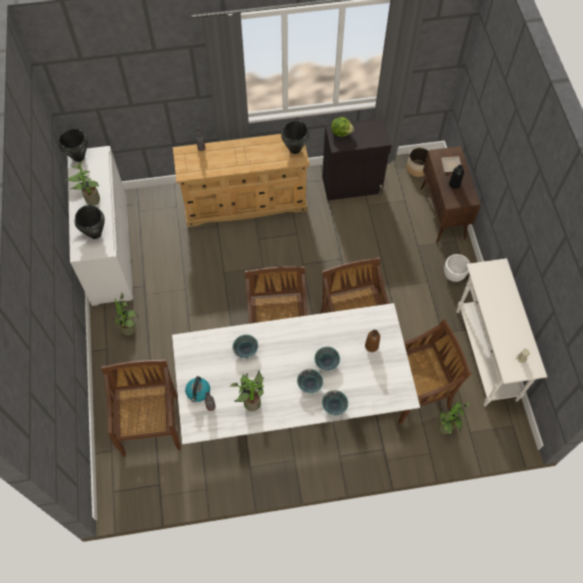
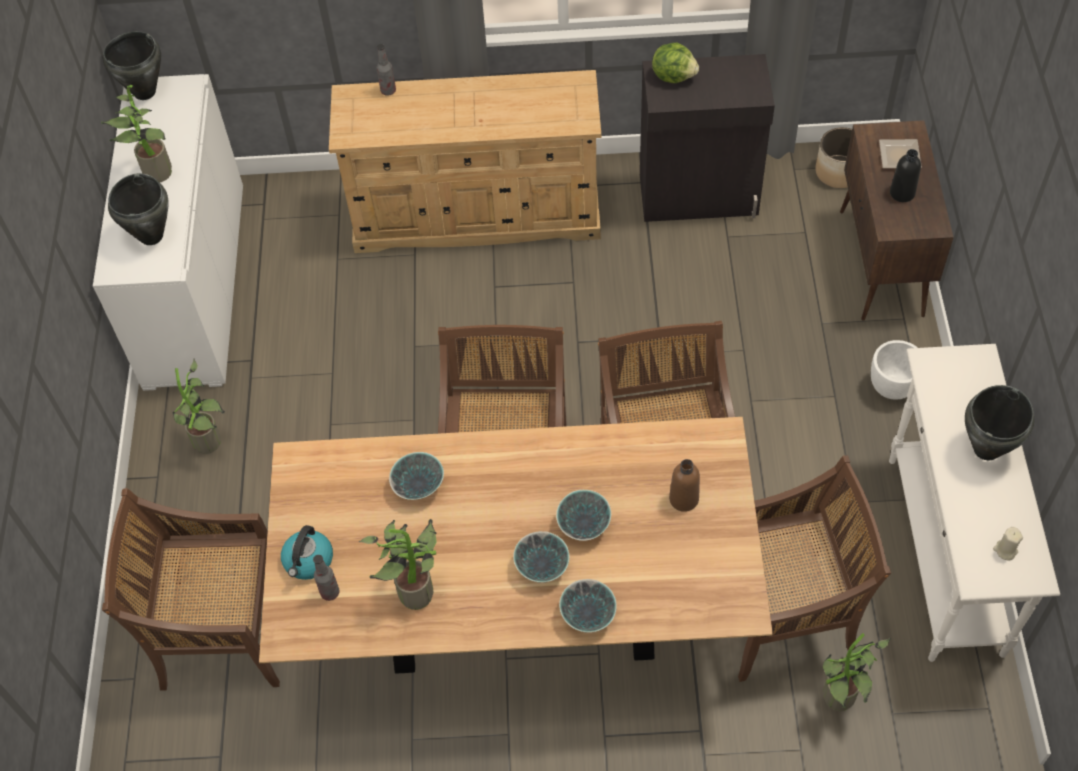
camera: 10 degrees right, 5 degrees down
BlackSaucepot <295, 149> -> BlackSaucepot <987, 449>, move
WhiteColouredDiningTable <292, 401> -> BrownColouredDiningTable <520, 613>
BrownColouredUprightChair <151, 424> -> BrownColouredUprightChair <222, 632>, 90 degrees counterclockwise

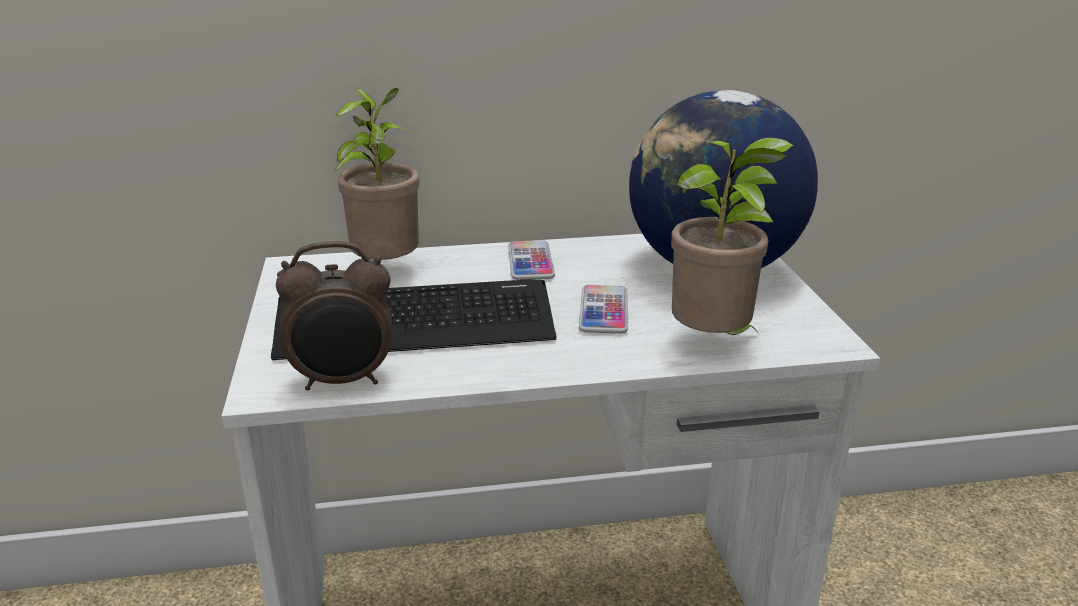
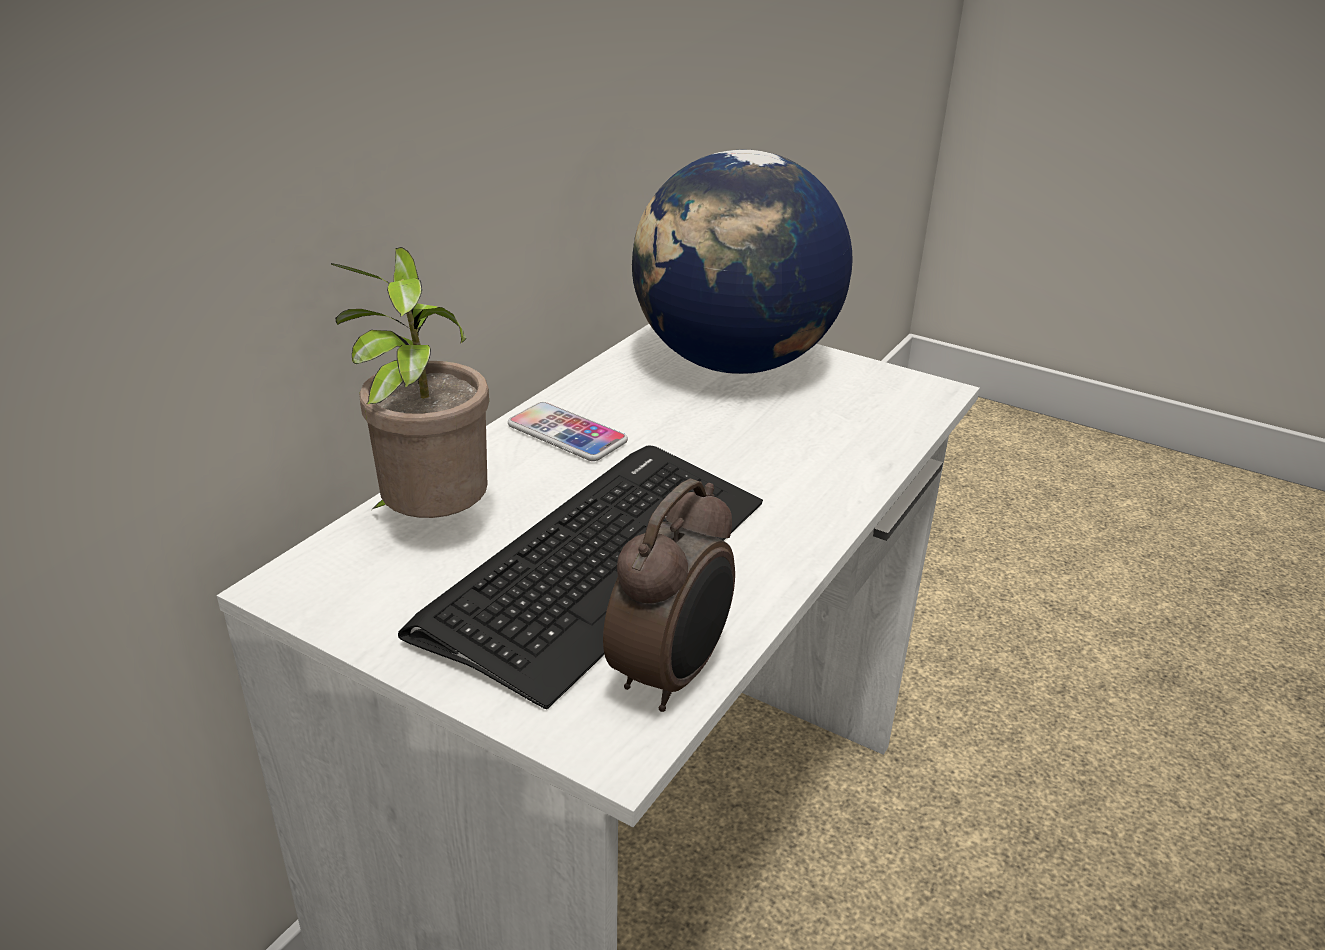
camera: 50 degrees left, 5 degrees up
Telephone <603, 311> -> none
Houseplant <714, 343> -> none

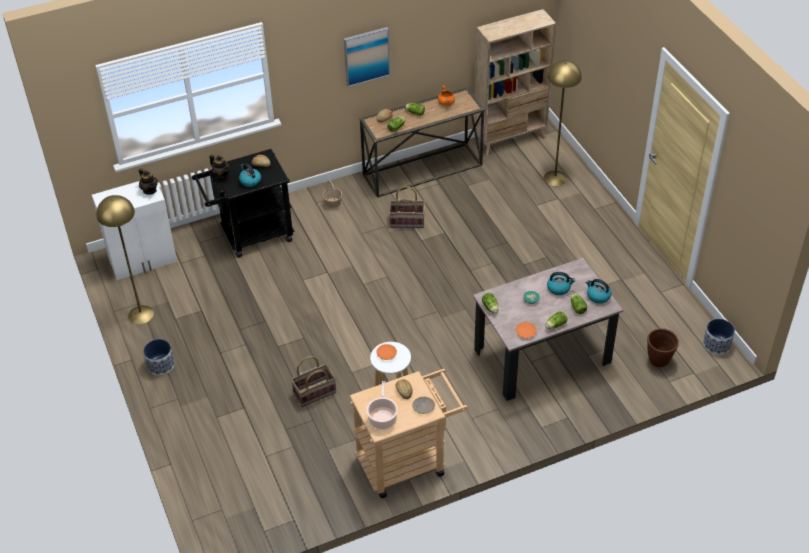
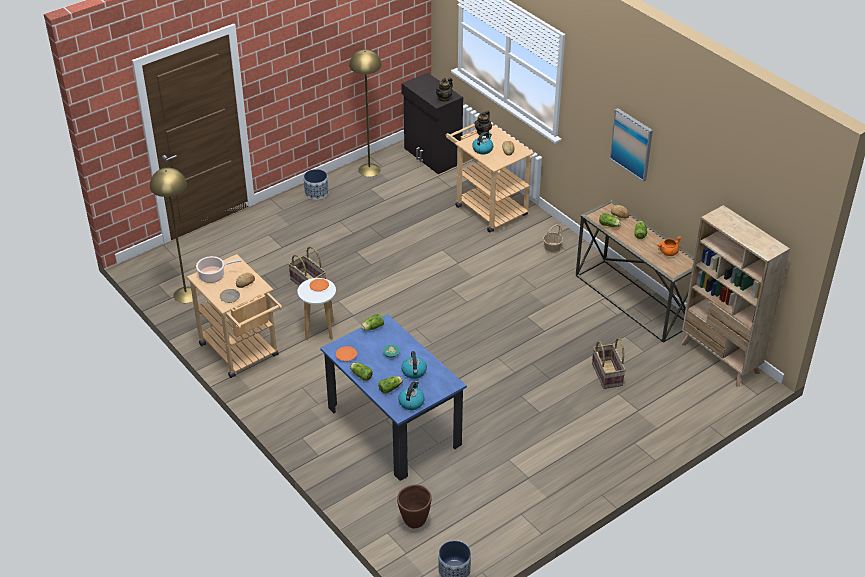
camera: 75 degrees right, 5 degrees down
StorageBasket <407, 221> -> StorageBasket <607, 374>, move
YellowColouredStandardLamp <555, 178> -> YellowColouredStandardLamp <185, 294>, move
WhiteColouredCupboard <143, 260> -> BlackCupboard <432, 156>
BlackCart <250, 235> -> BeigeColouredCart <487, 207>
BeigeColouredDiningTable <542, 356> -> BlueDiningTable <394, 427>

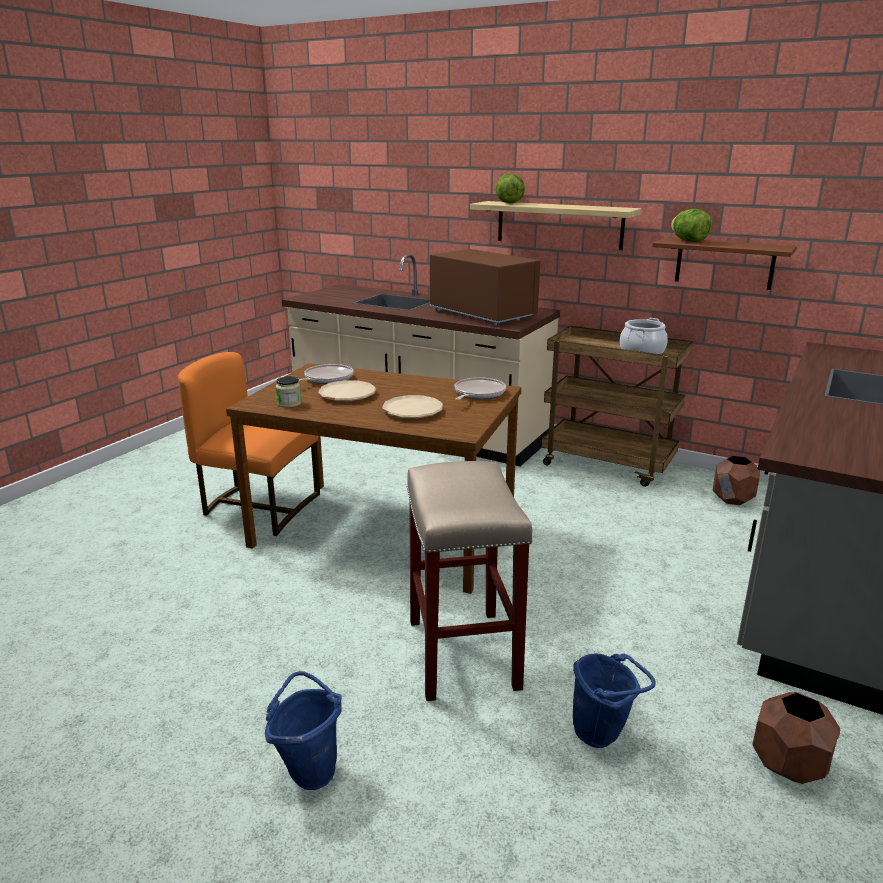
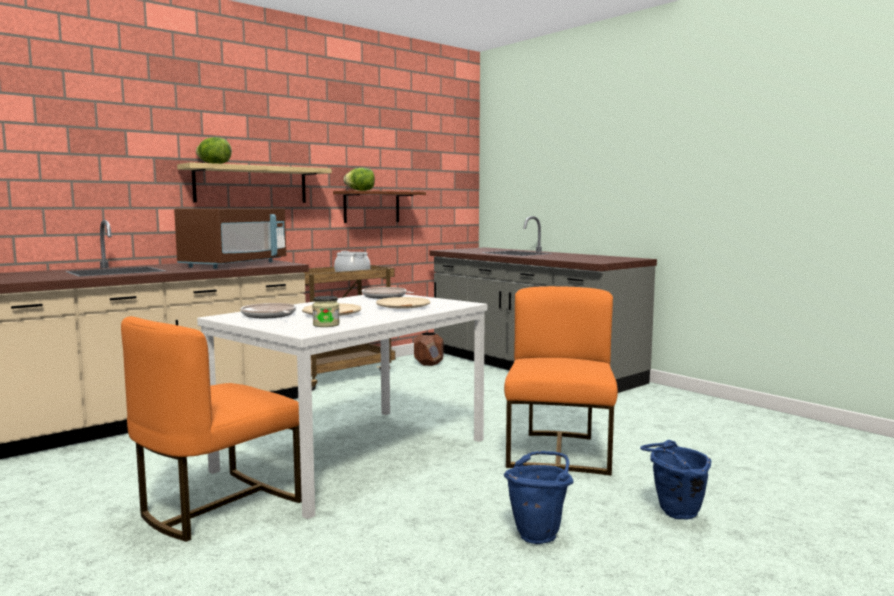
camera: 70 degrees left, 15 degrees down
BrownColouredPlantPot <787, 764> -> none
BluePail <603, 735> -> BluePail <539, 534>, move
BeigeColouredSittingStool <464, 655> -> OrangeColouredUprightChair <559, 452>
BrownColouredDiningTable <382, 532> -> WhiteColouredDiningTable <354, 455>
BrownColouredMicrowave <482, 314> -> BrownColouredMicrowave <235, 264>, 135 degrees clockwise

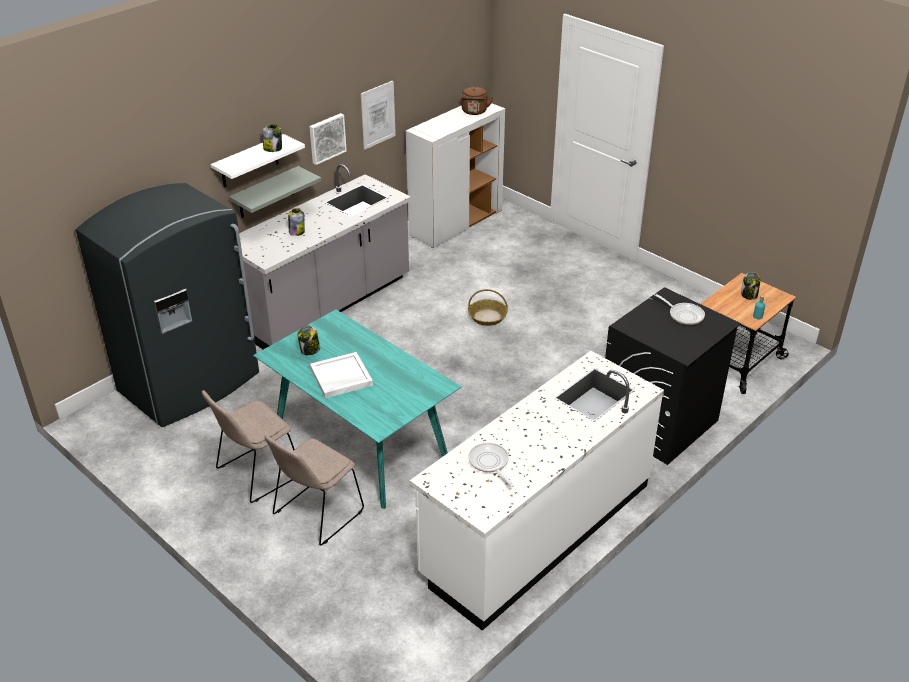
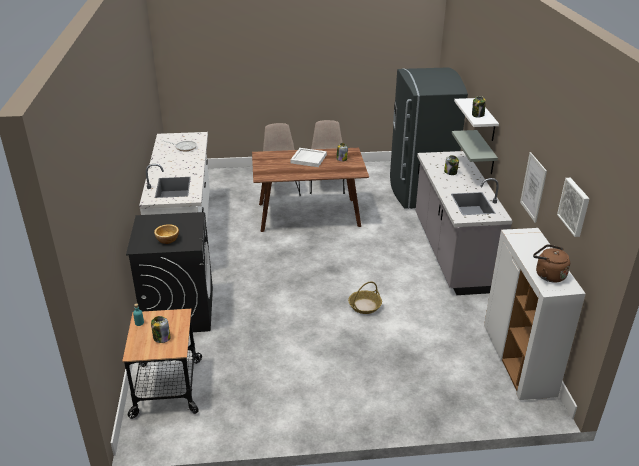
camera: 130 degrees right, 5 degrees down
WallArt <326, 138> -> WallArt <575, 206>, move
FryingPan <683, 315> -> Bowl <168, 239>
BlueGreenDiningTable <359, 444> -> BrownColouredDiningTable <309, 214>

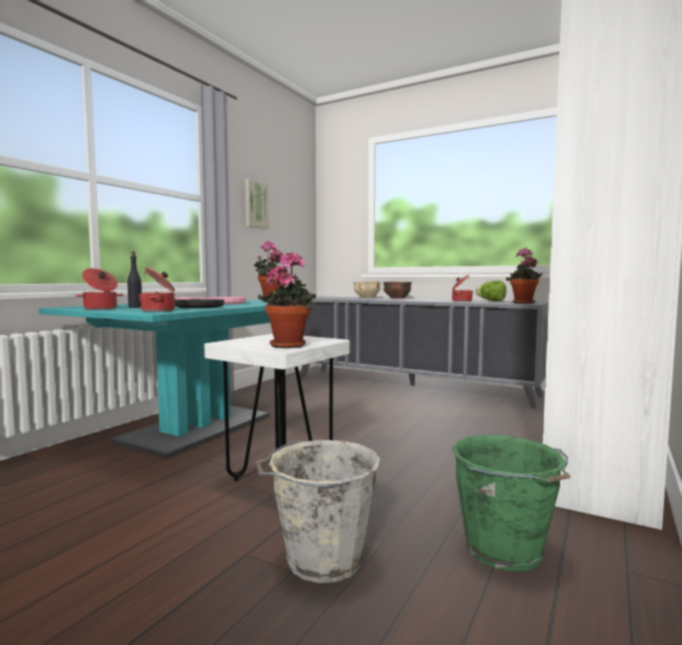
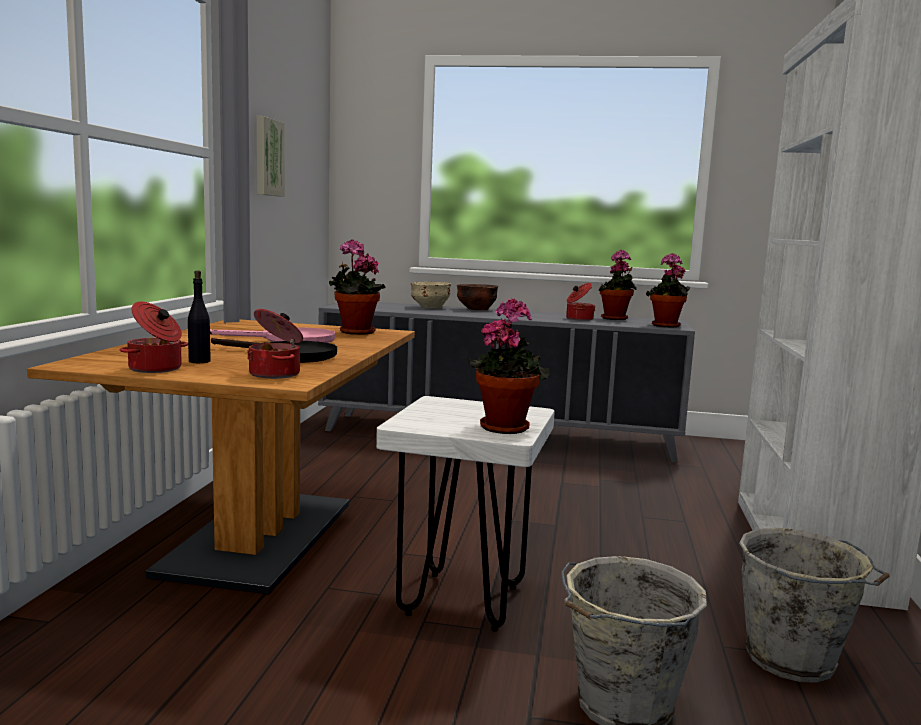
camera: 20 degrees left, 5 degrees up
Lettuce <491, 301> -> Houseplant <615, 319>
BlueGreenDiningTable <197, 429> -> BrownColouredDiningTable <260, 537>
GreenishPail <505, 551> -> GreyPail <794, 660>

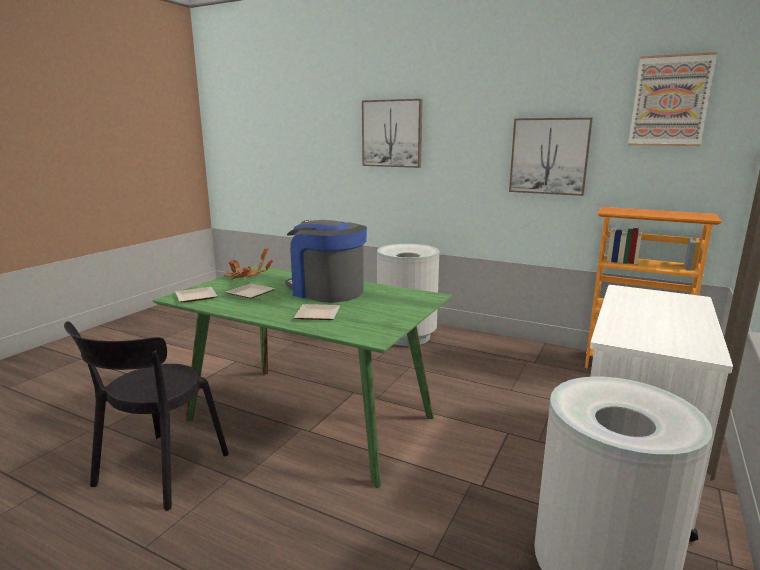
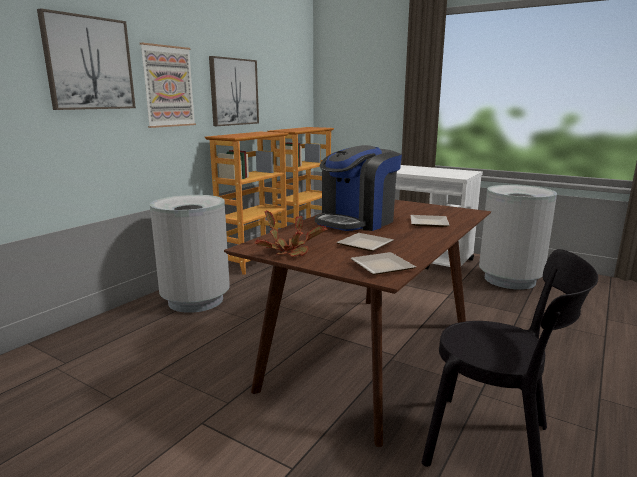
camera: 85 degrees left, 0 degrees up
none -> Bookshelf <253, 261>
WallArt <670, 101> -> WallArt <168, 86>, move
GreenishDiningTable <308, 419> -> BrownColouredDiningTable <373, 356>

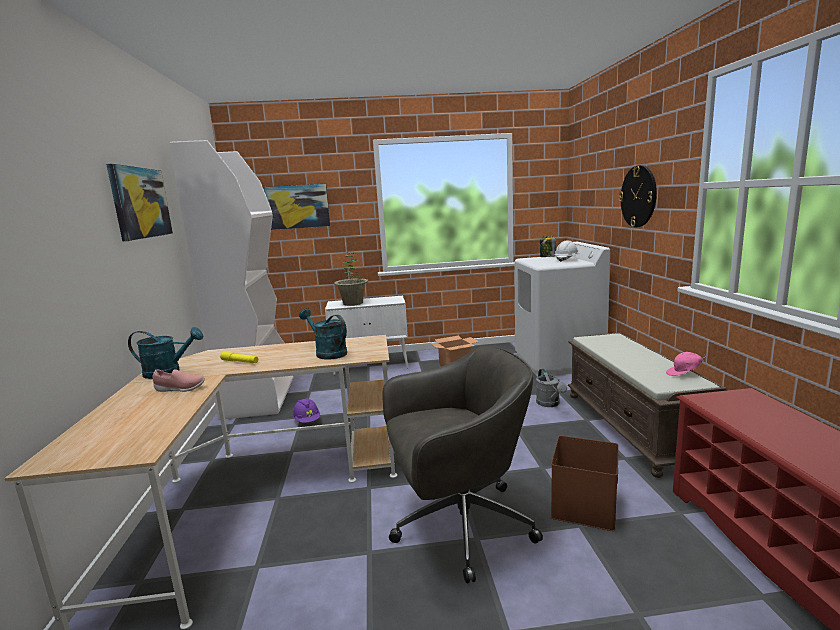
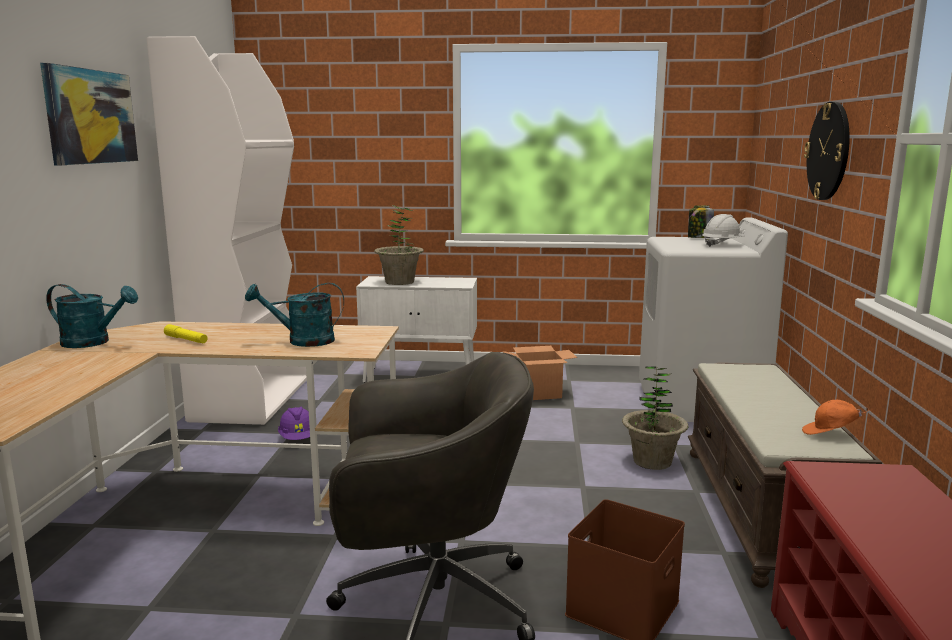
camera: 10 degrees right, 0 degrees up
PinkColouredLowShoe <180, 389> -> none
WallArt <296, 206> -> none
GreySprinklingCan <550, 404> -> Houseplant <652, 461>
PinkColouredPeakedCap <684, 374> -> OrangeColouredPeakedCap <830, 434>
BlueGreenSprinklingCan <327, 353> -> BlueGreenSprinklingCan <302, 341>, 60 degrees counterclockwise

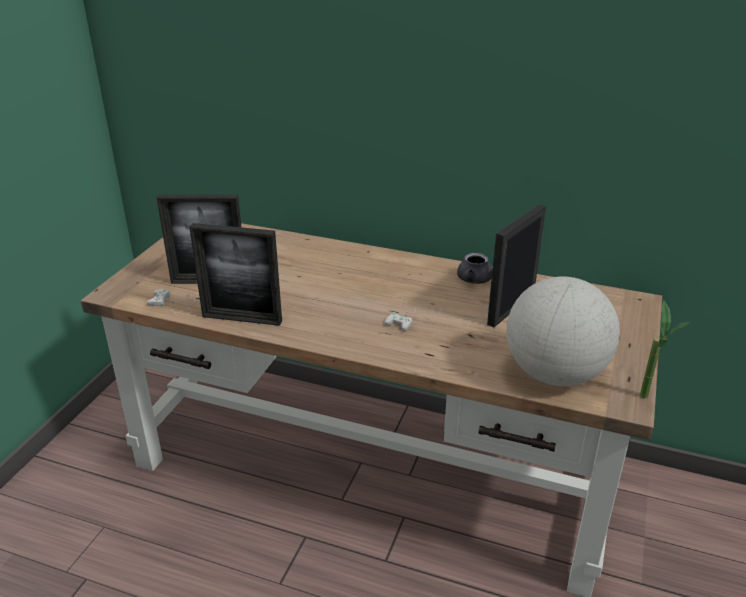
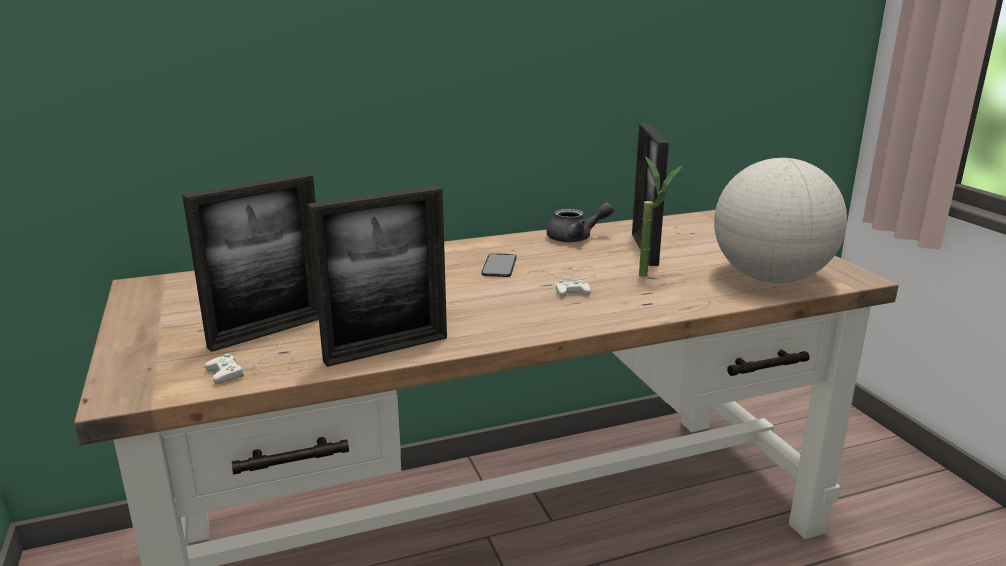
camera: 40 degrees left, 10 degrees down
none -> Telephone <499, 265>
Houseplant <649, 401> -> Houseplant <651, 276>, move

